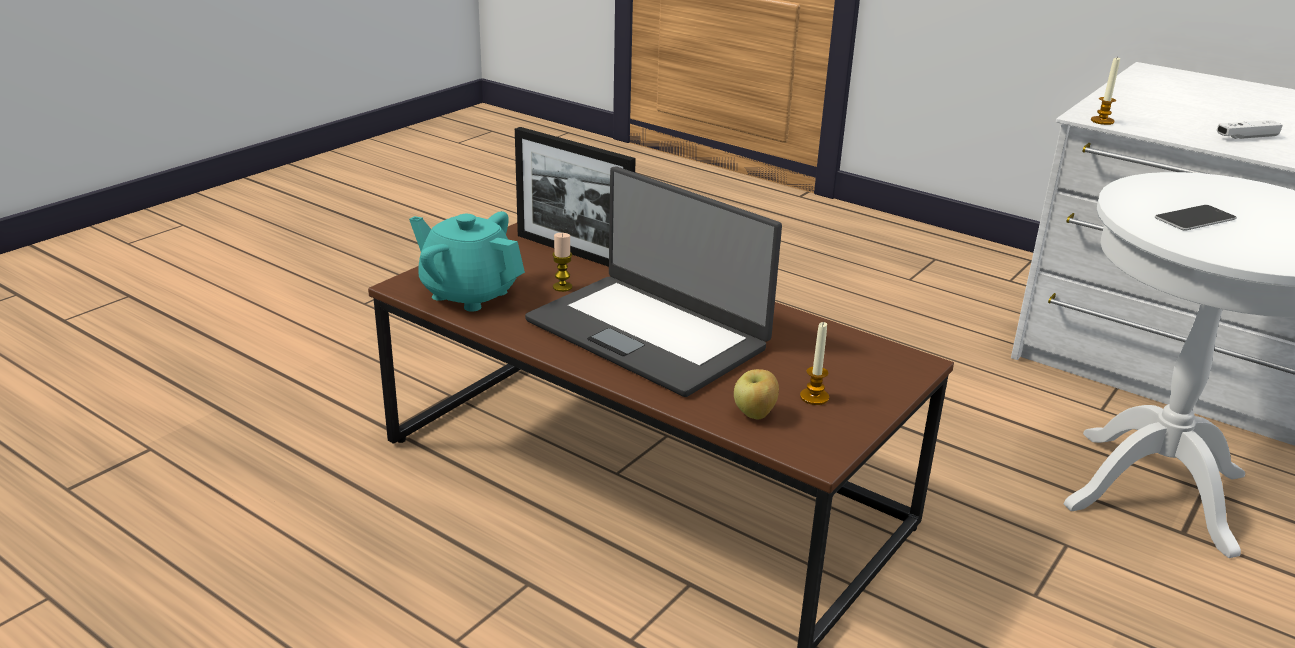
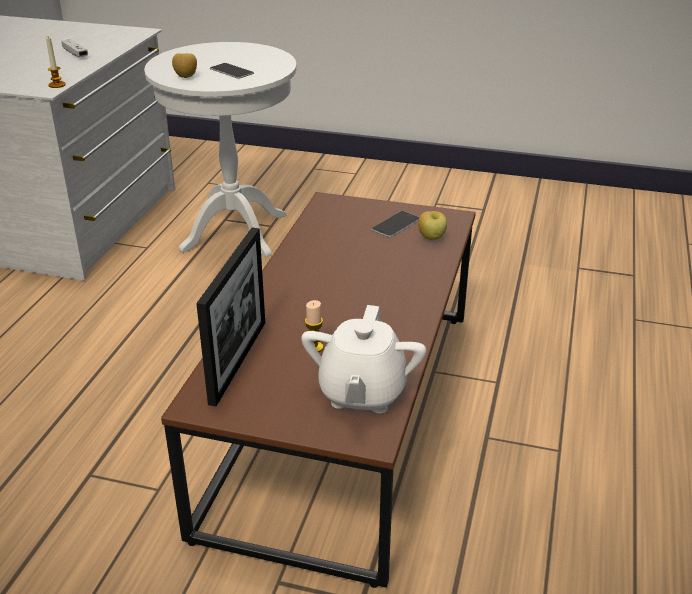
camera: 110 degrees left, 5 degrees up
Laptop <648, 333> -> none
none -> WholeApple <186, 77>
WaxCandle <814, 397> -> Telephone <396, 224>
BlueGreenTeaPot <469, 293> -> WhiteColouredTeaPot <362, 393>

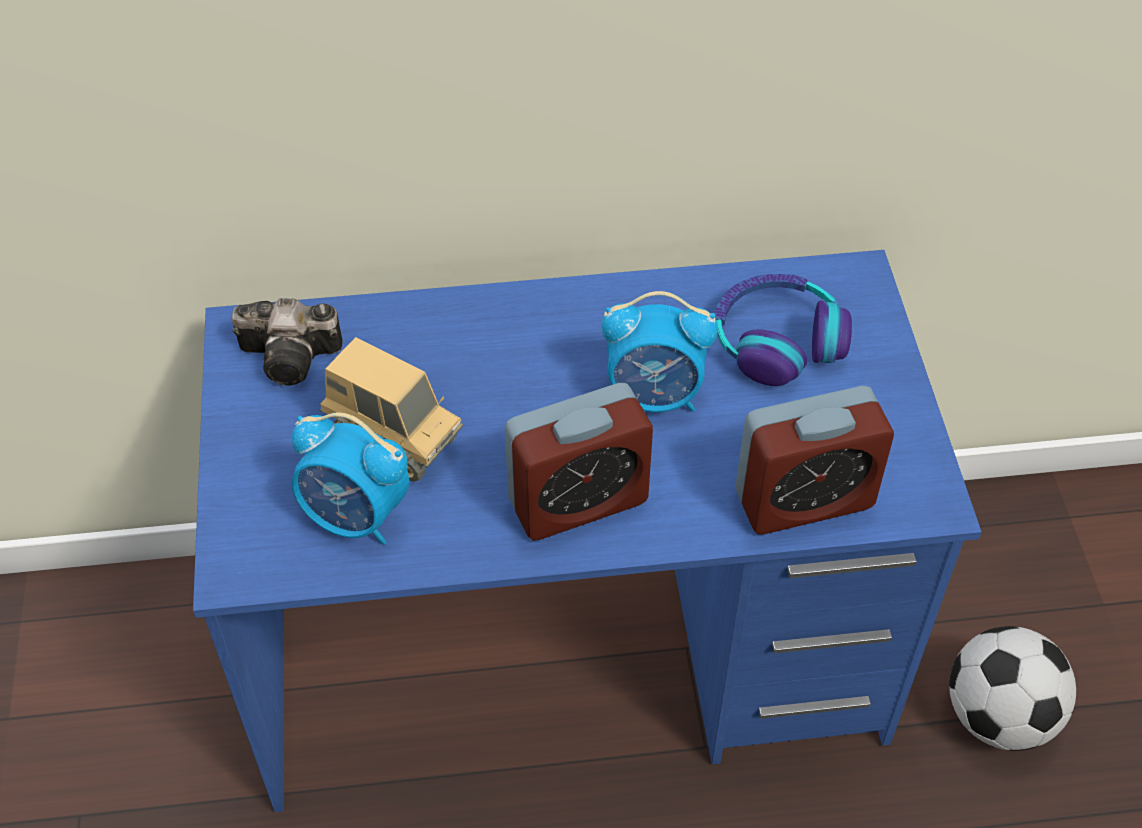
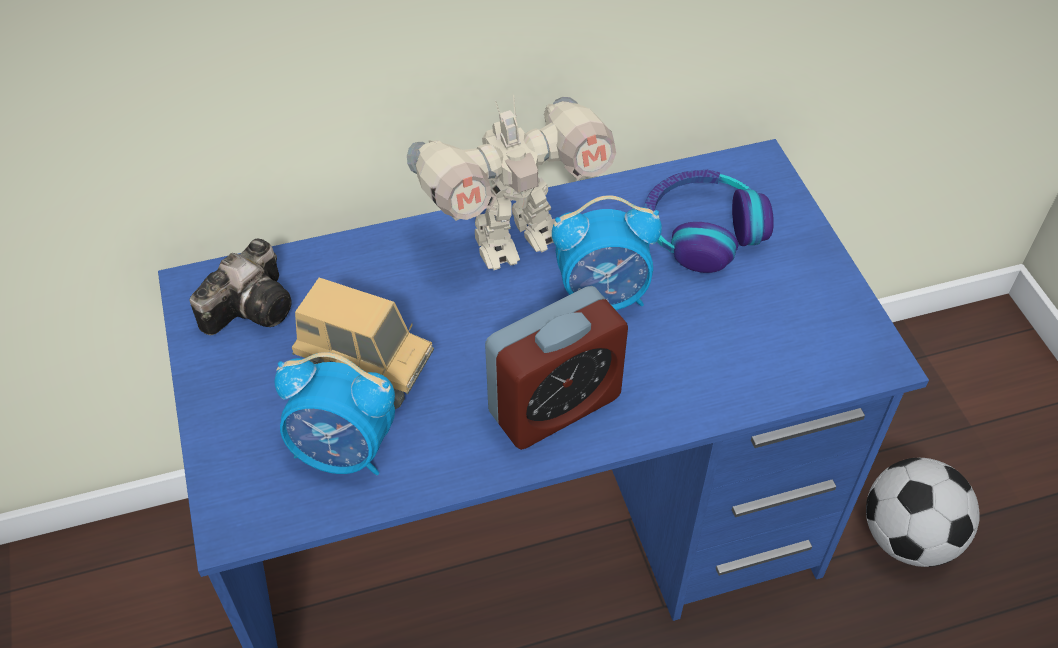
camera: 10 degrees left, 0 degrees up
BedsideClock <804, 500> -> none
none -> RobotFigure <514, 238>
PhotoCamera <294, 356> -> PhotoCamera <254, 305>, 45 degrees counterclockwise

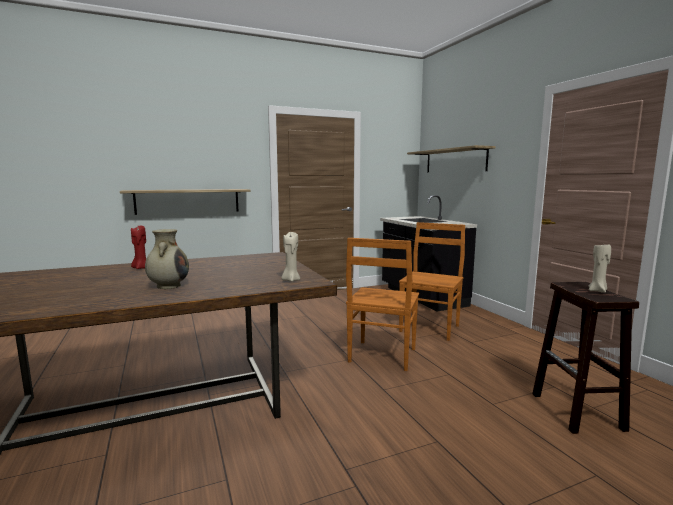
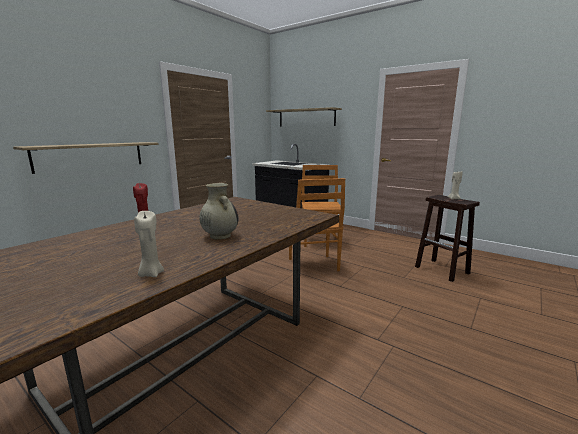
camera: 30 degrees left, 5 degrees up
BeigeColouredWaxCandle <290, 280> -> BeigeColouredWaxCandle <151, 274>, move

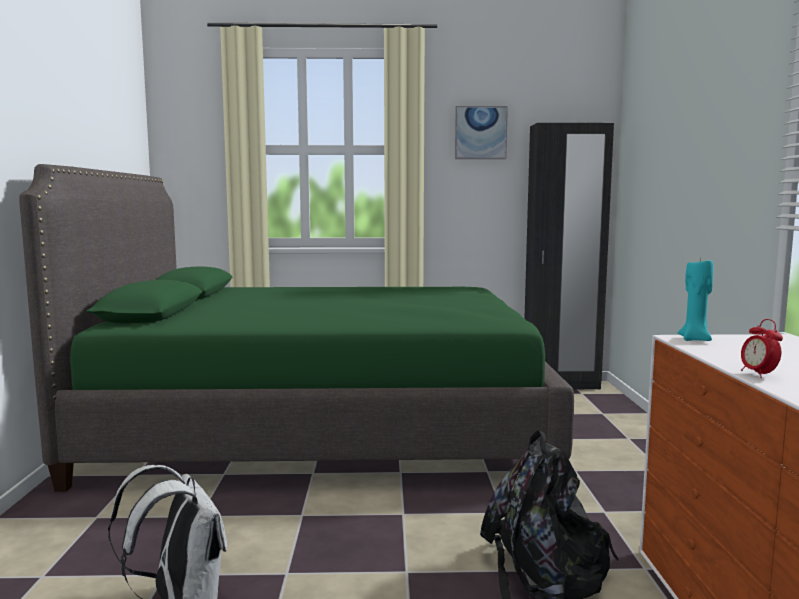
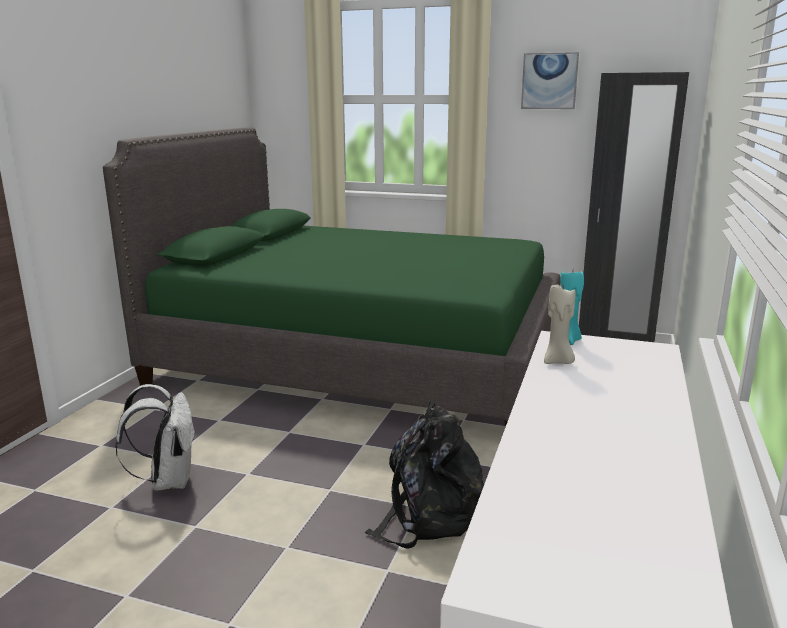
camera: 20 degrees right, 10 degrees up
BedsideClock <758, 374> -> none
none -> BeigeColouredWaxCandle <558, 362>

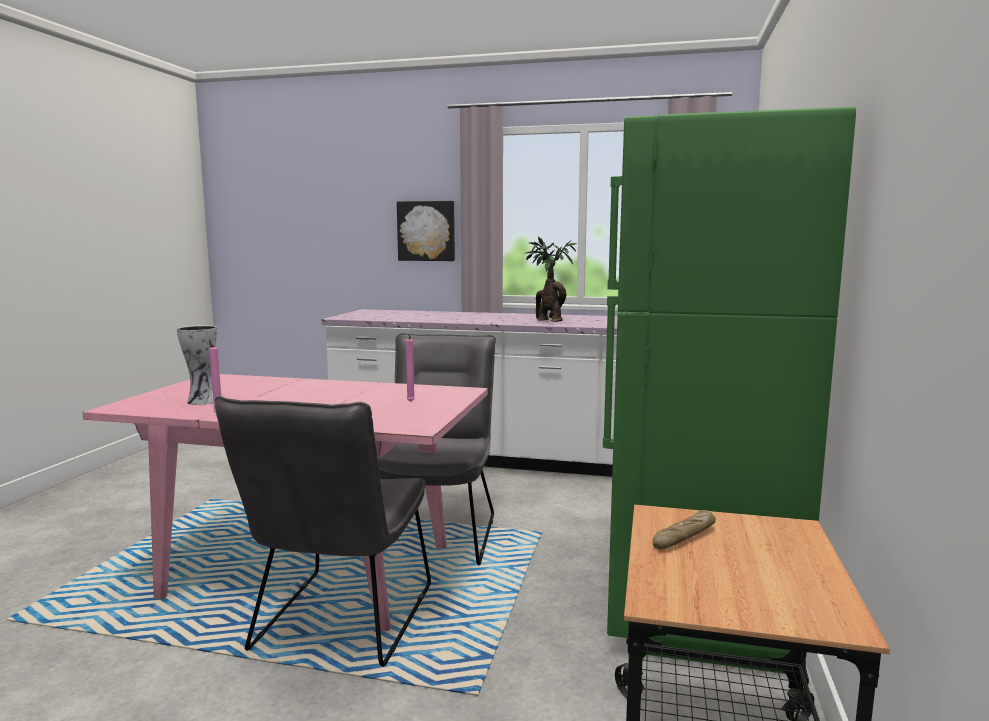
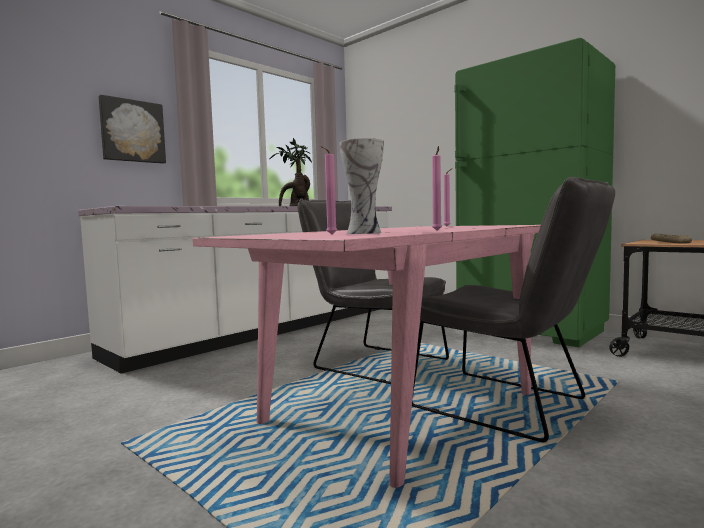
camera: 60 degrees left, 5 degrees down
none -> PinkColouredWaxCandle <330, 234>

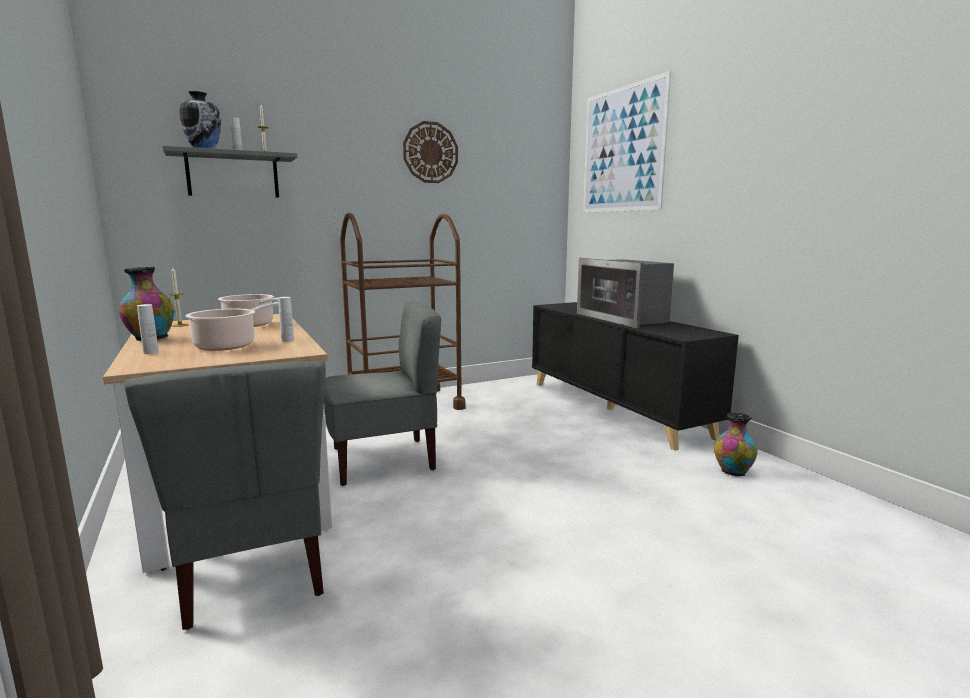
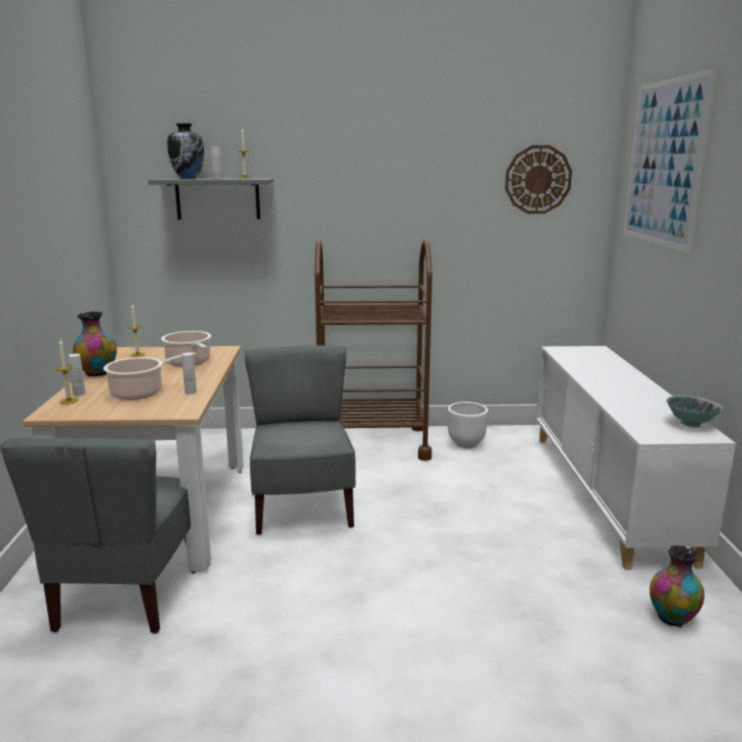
camera: 25 degrees right, 5 degrees up
Microwave <624, 318> -> none
none -> WaxCandle <69, 401>
none -> WhiteColouredPlantPot <466, 443>
none -> Bowl <690, 424>
WallClock <430, 152> -> WallClock <538, 179>, move
BlackCupboard <615, 408> -> WhiteColouredCupboard <606, 493>
GreyUprightChair <383, 460> -> GreyUprightChair <302, 508>, 105 degrees counterclockwise

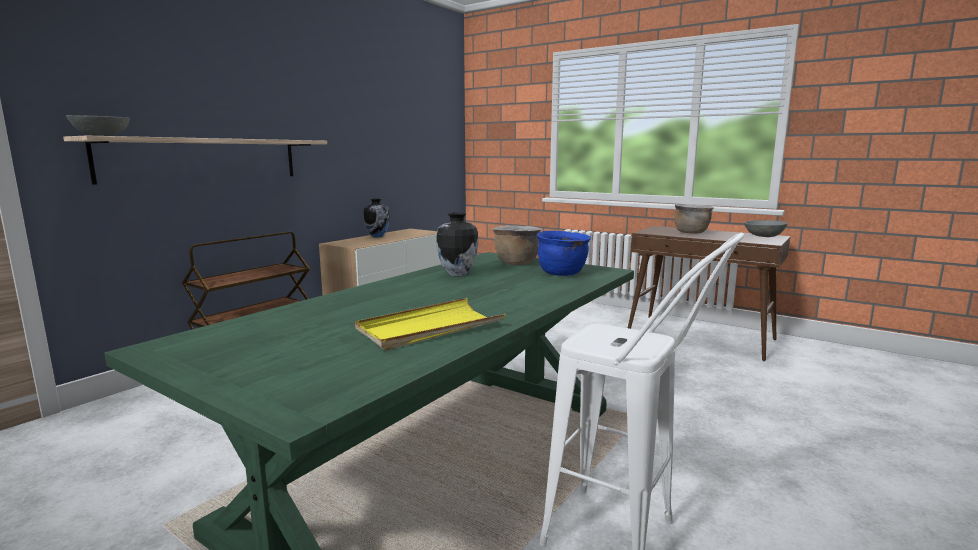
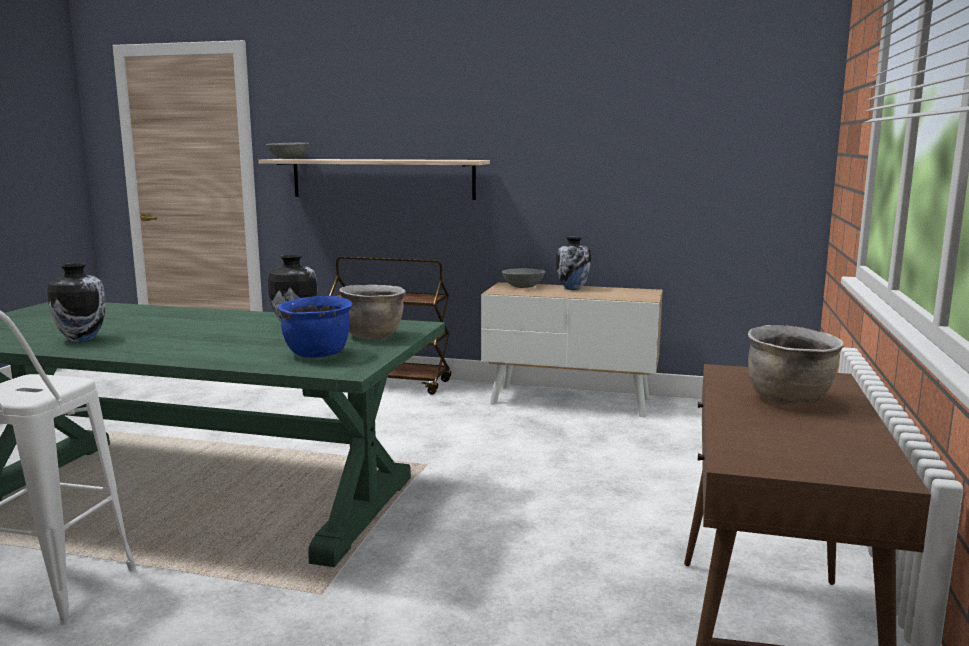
camera: 70 degrees right, 0 degrees up
GreyBowl <764, 236> -> GreyBowl <523, 286>, move
YellowColouredServingTray <430, 328> -> DecorativeVase <82, 339>

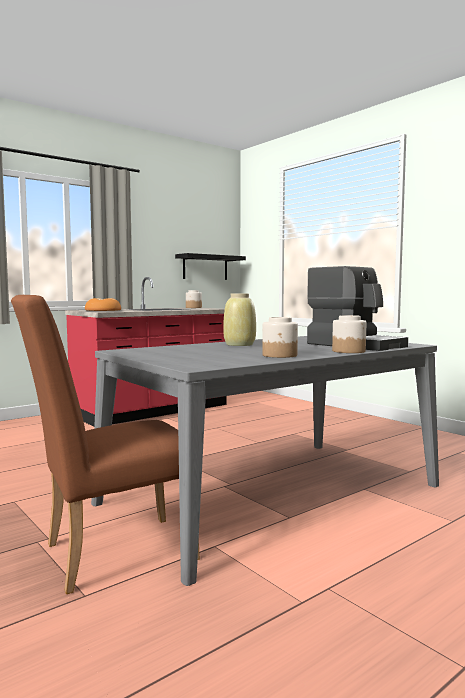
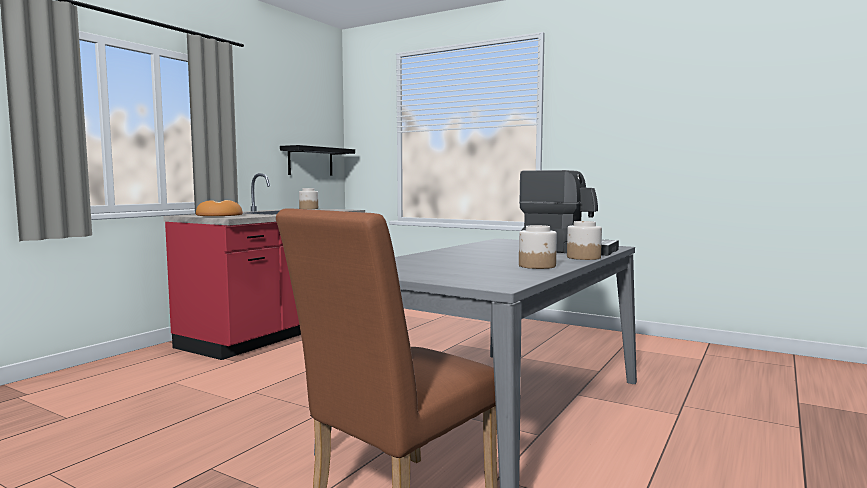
camera: 20 degrees left, 0 degrees up
BeigeColouredDecorativeVase <239, 344> -> none

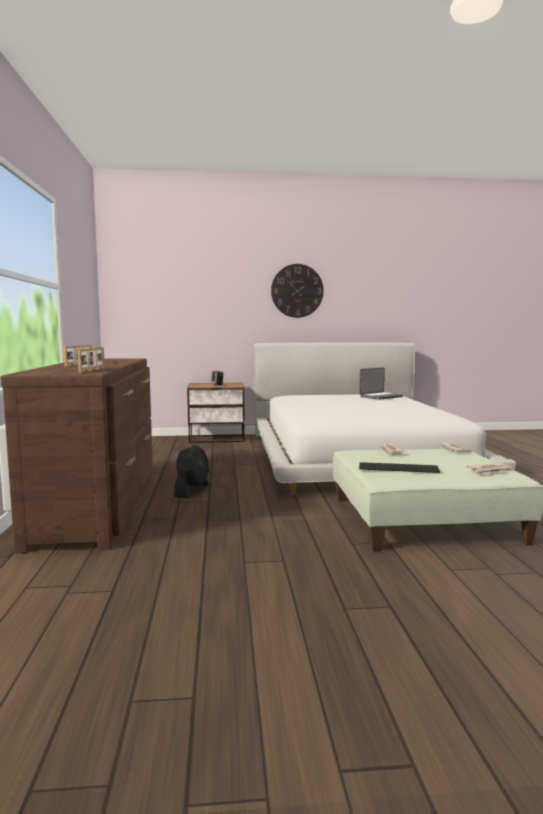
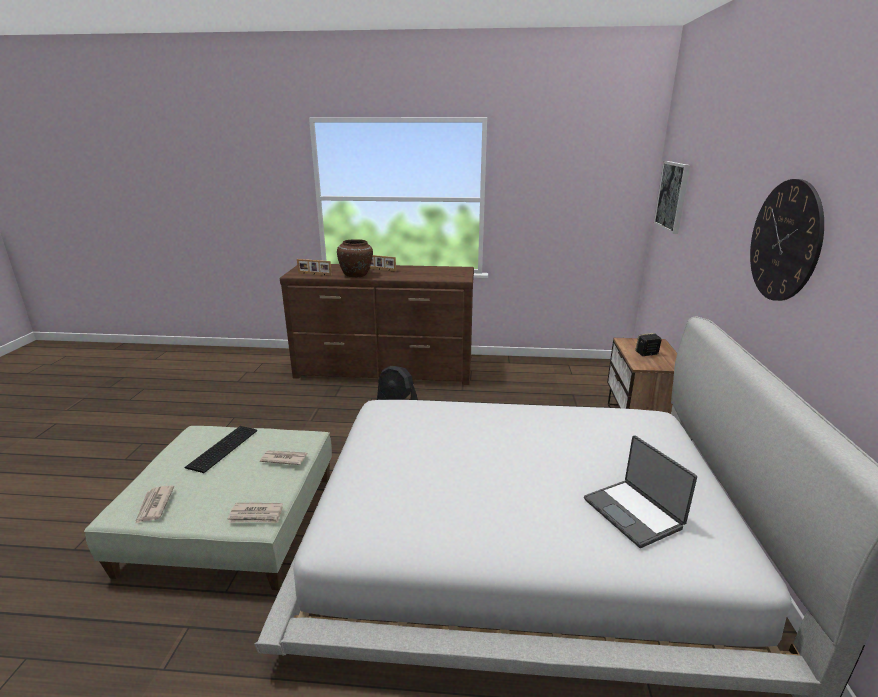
camera: 100 degrees right, 15 degrees up
none -> BrownColouredDecorativeVase <356, 275>
none -> WallArt <673, 196>

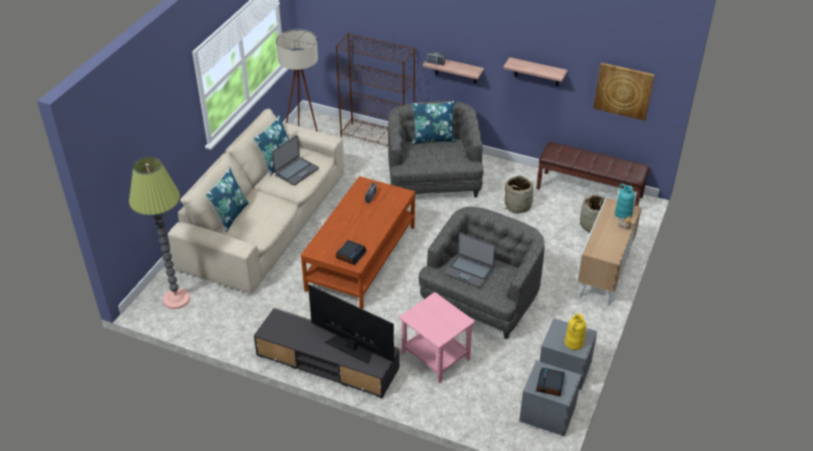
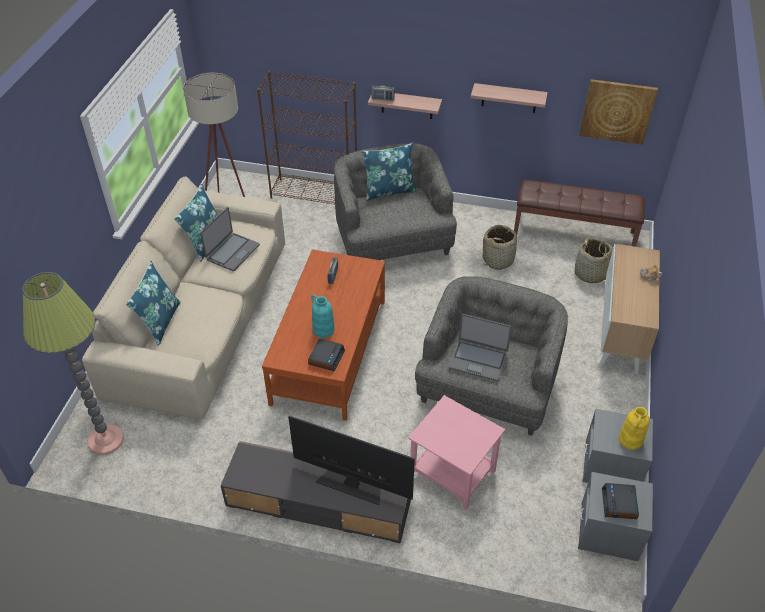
camera: 10 degrees left, 5 degrees up
BlueGreenDecorativeVase <623, 214> -> BlueGreenDecorativeVase <323, 330>, move

